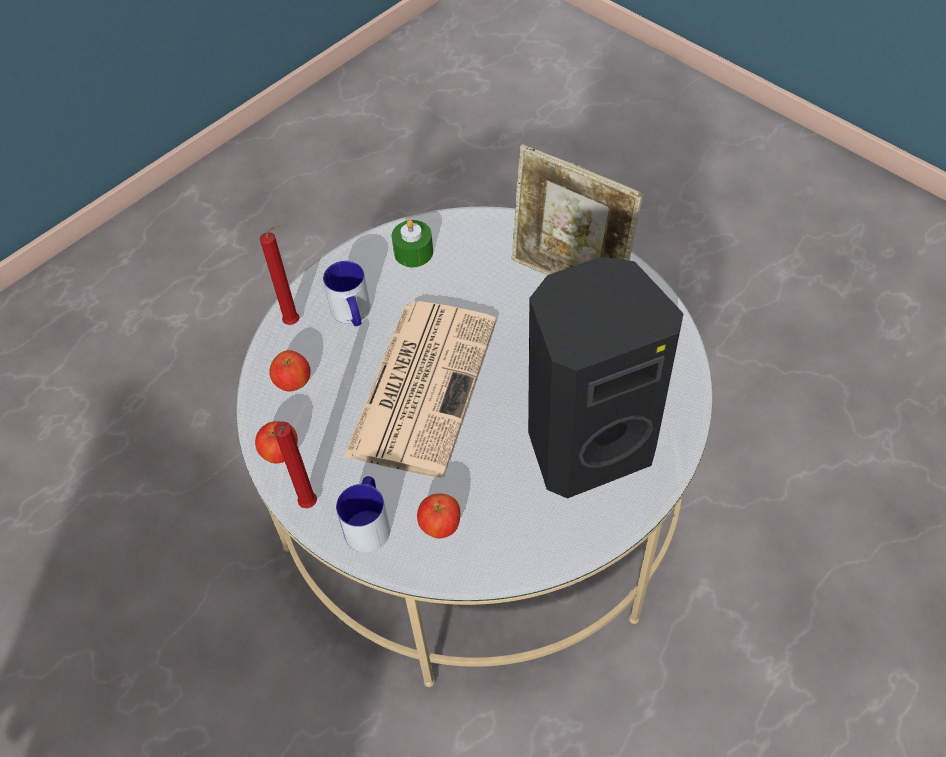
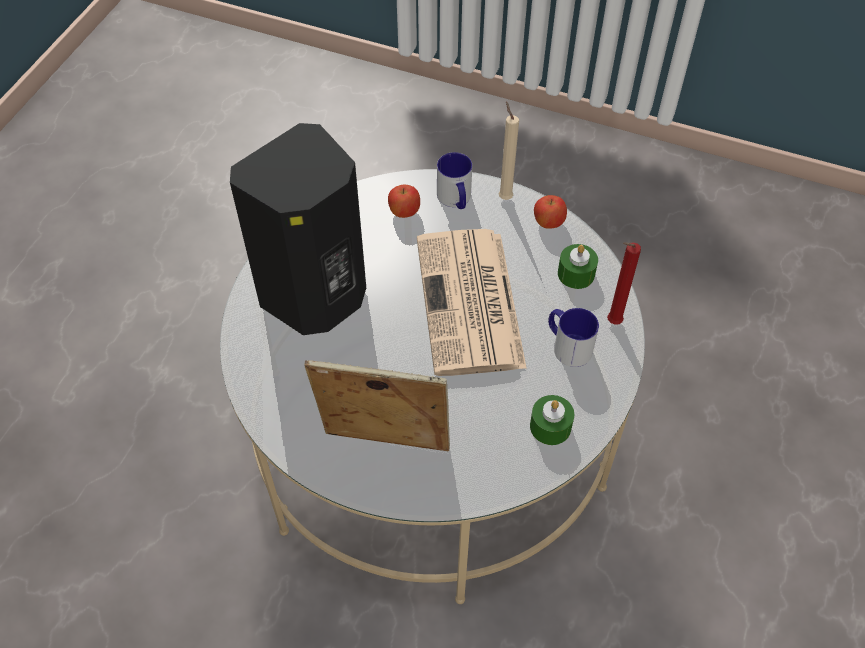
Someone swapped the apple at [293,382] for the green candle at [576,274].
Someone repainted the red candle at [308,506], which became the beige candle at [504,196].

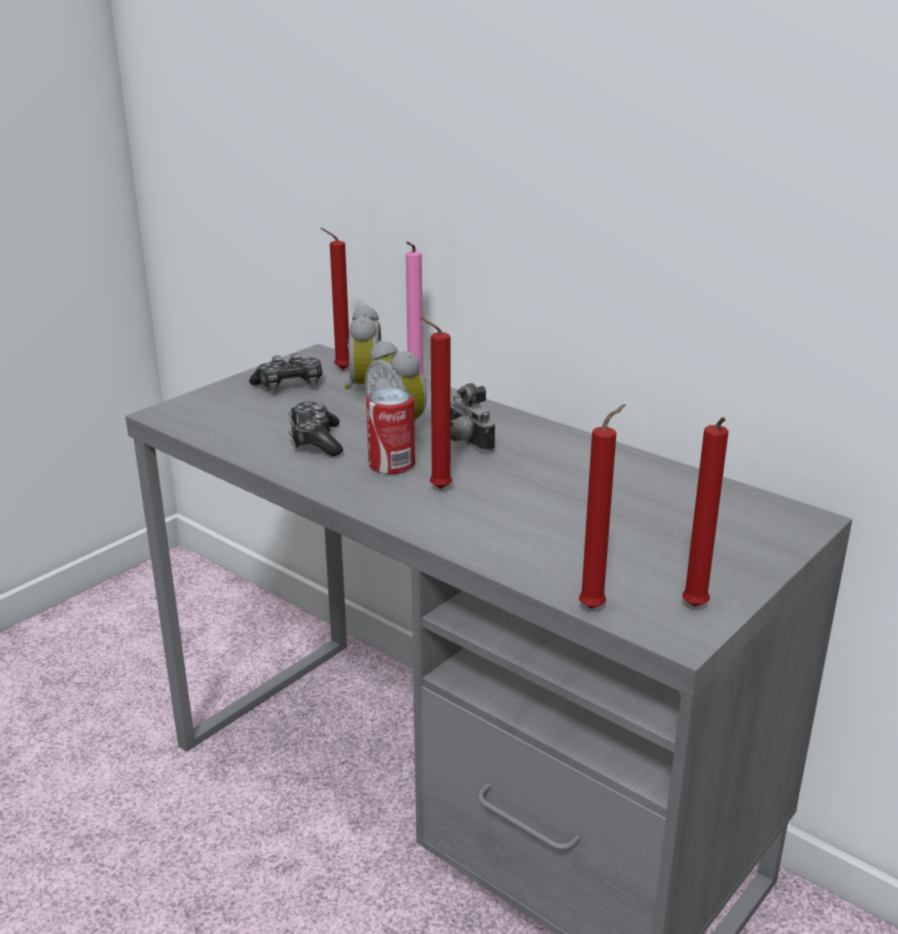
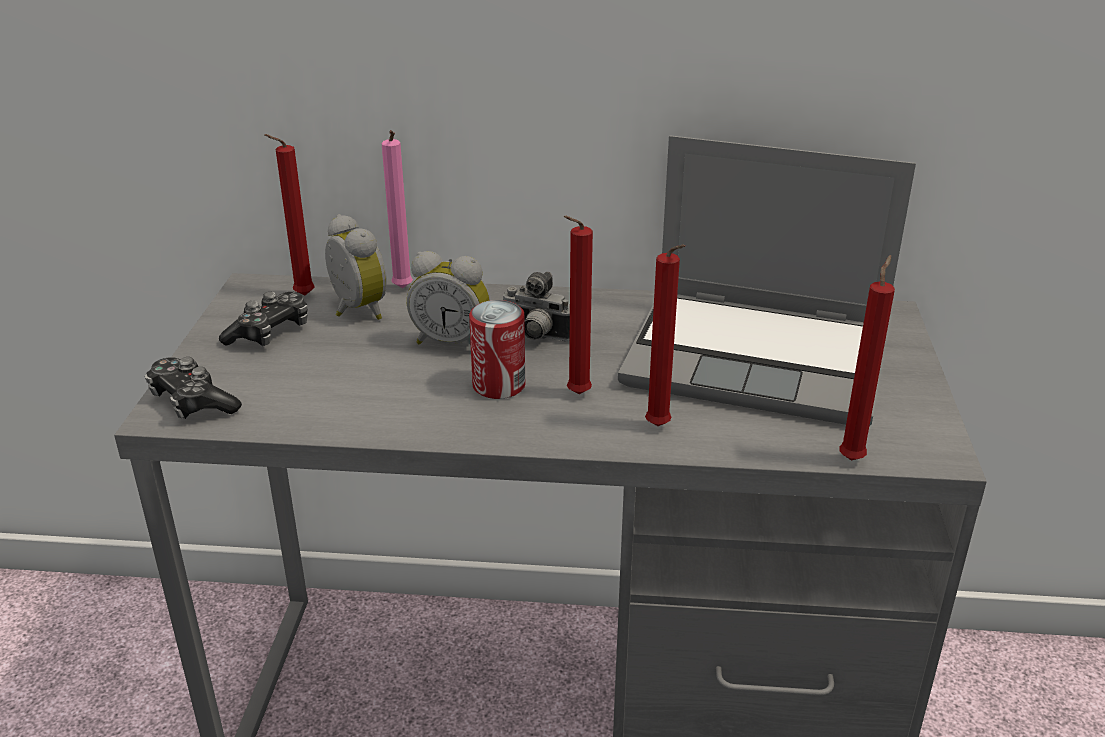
Someone carried the game controller from [315,441] to [192,402].
Someone carried the red candle from [695,609] to [660,428].
Someone put down the laptop at [760,359].

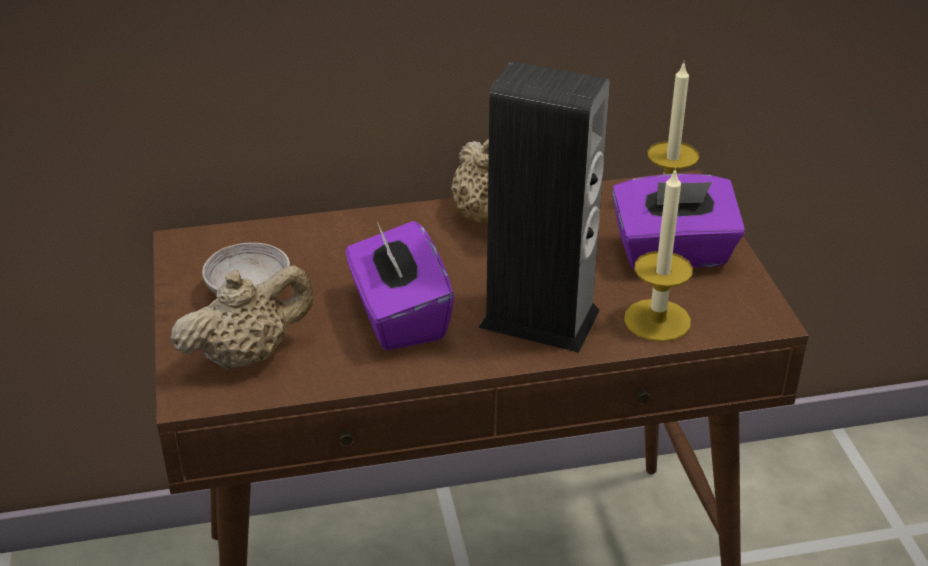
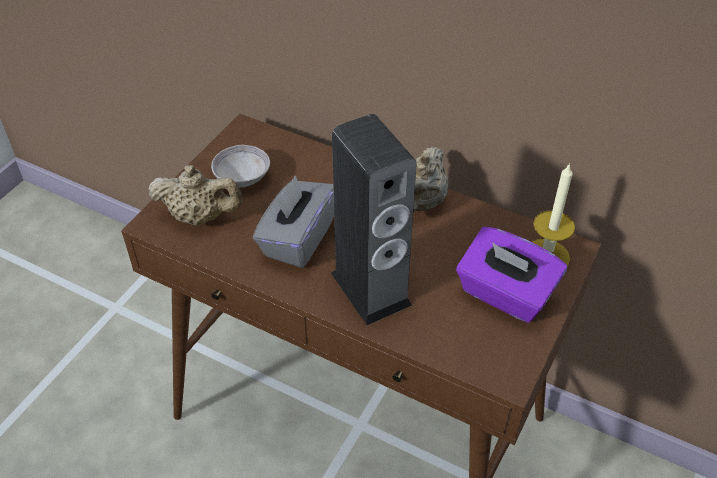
Someone repainted the purple tissue box at [398,316], which became the grey tissue box at [297,239].
Someone took away the candle at [657,320].

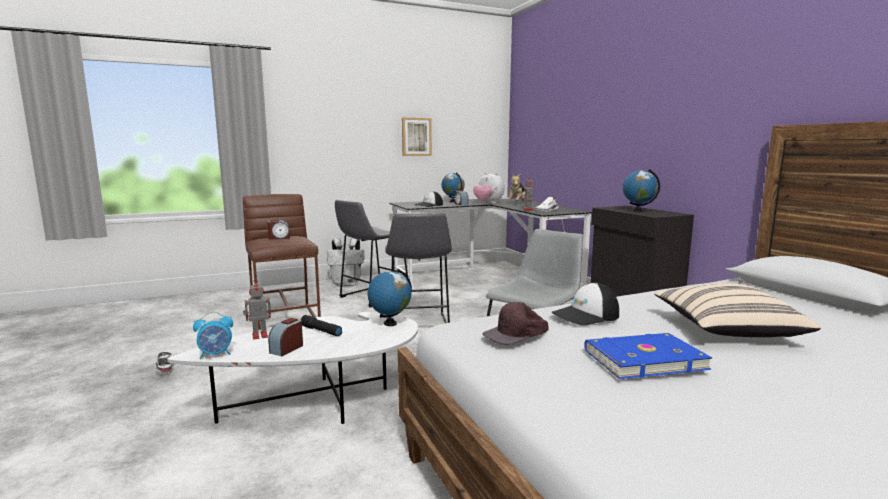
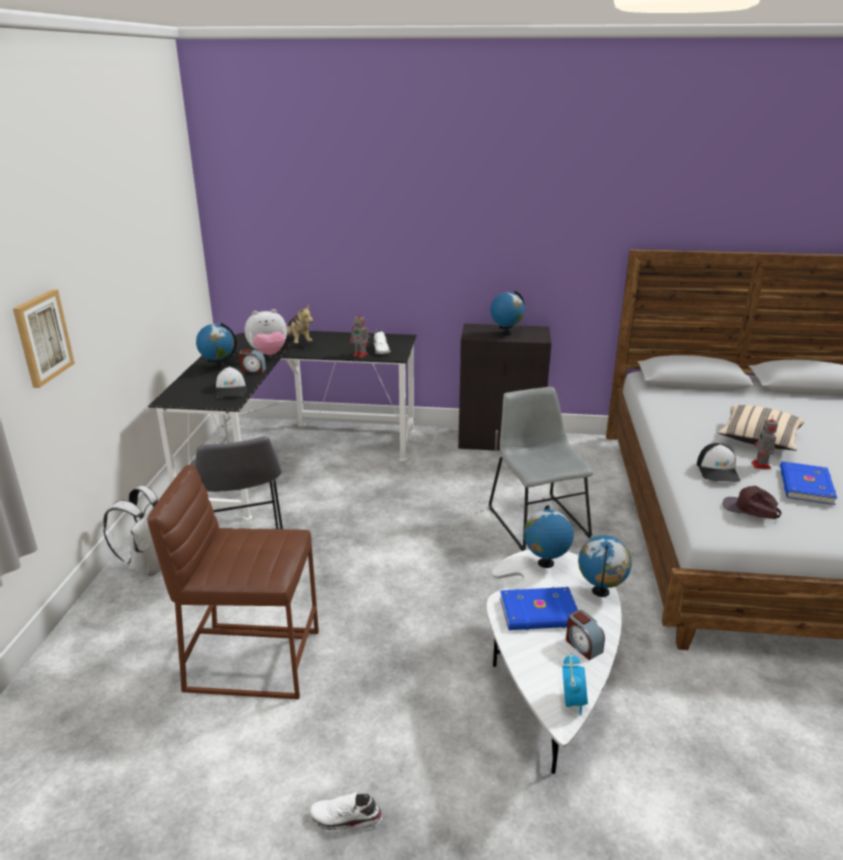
Someone carried the toy robot from [259,335] to [761,466].
Someone took away the alarm clock at [279,238].
Someone swapped the black flashlight at [320,331] for the blue book at [540,613].
Someone took away the grey stool at [418,326].
Someone carried the picture from [416,137] to [42,337].
Someone rotated the brown cap at [516,334] by 120 degrees clockwise.
Someone put down the globe at [600,592].

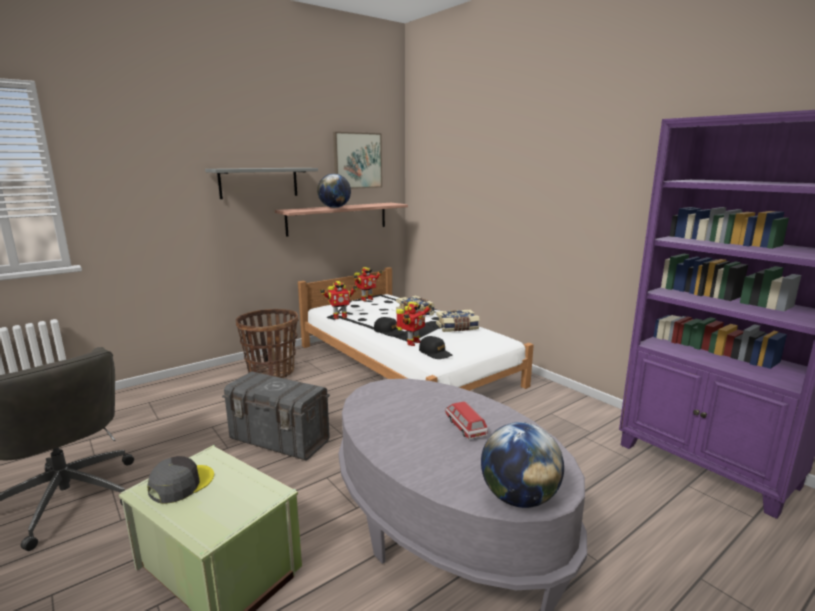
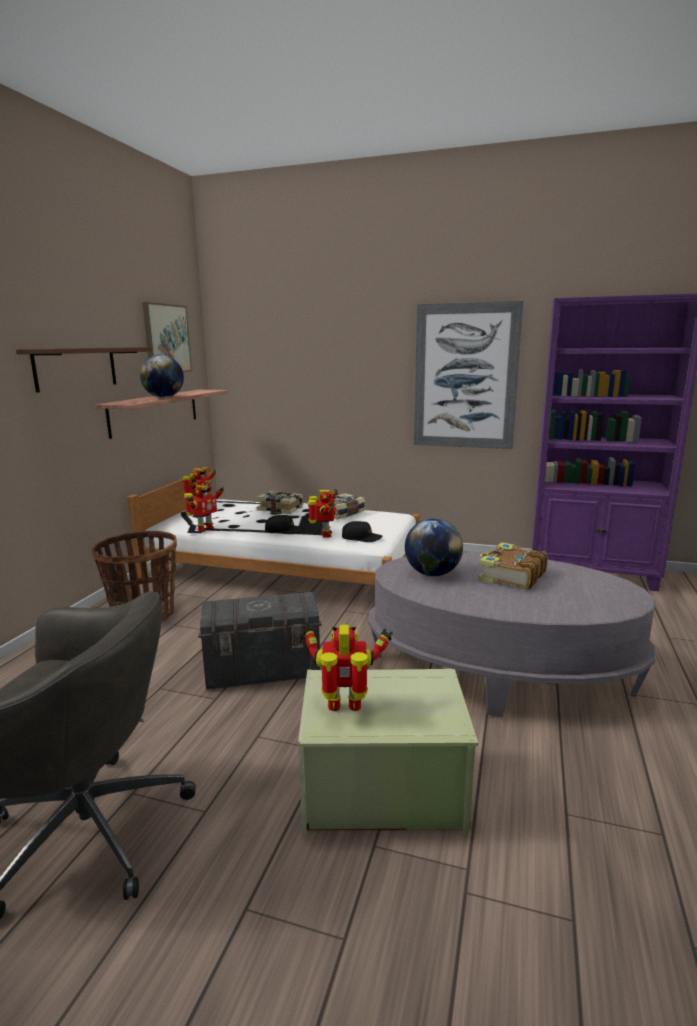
Someone swapped the grey cap at [181,484] for the toy robot at [345,708].
Someone repainted the grey shelf at [259,182], which became the brown shelf at [76,368].
Someone swapped the toy car at [465,427] for the book at [511,576].
Someone carried the globe from [519,498] to [432,574].
Someone put up the picture at [465,377].

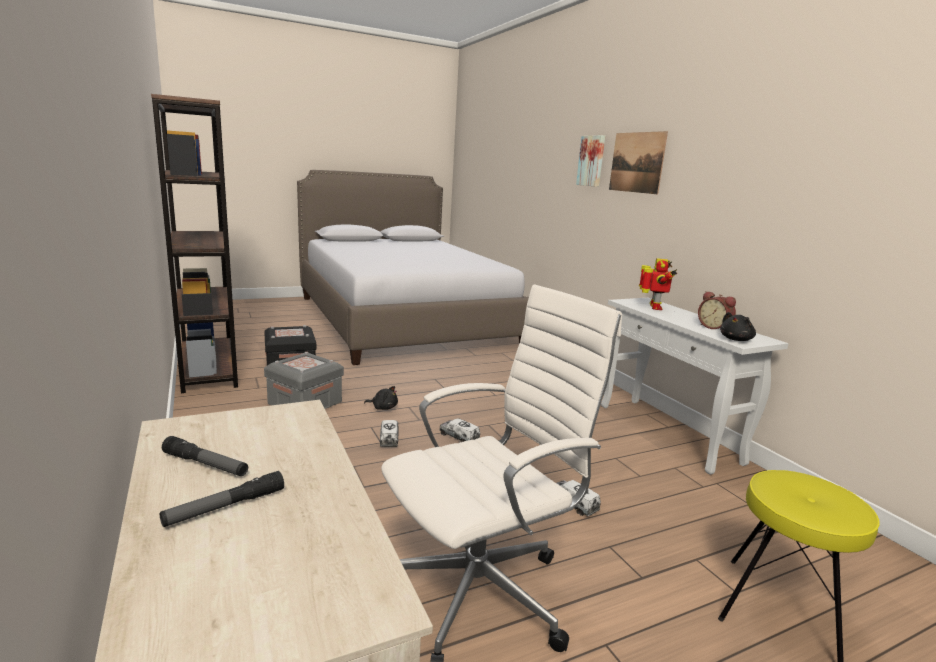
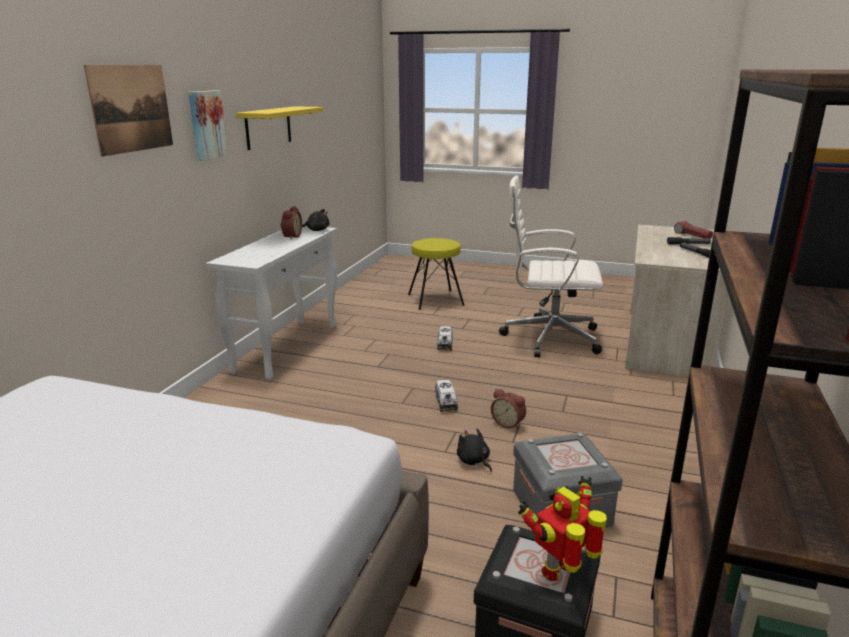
Someone swapped the toy truck at [389,438] for the alarm clock at [508,423].
Someone carried the picture from [592,161] to [206,125].
Someone carried the toy robot from [654,307] to [561,571].
Someone put up the yellow shelf at [268,127].
Someone put down the flashlight at [692,236].

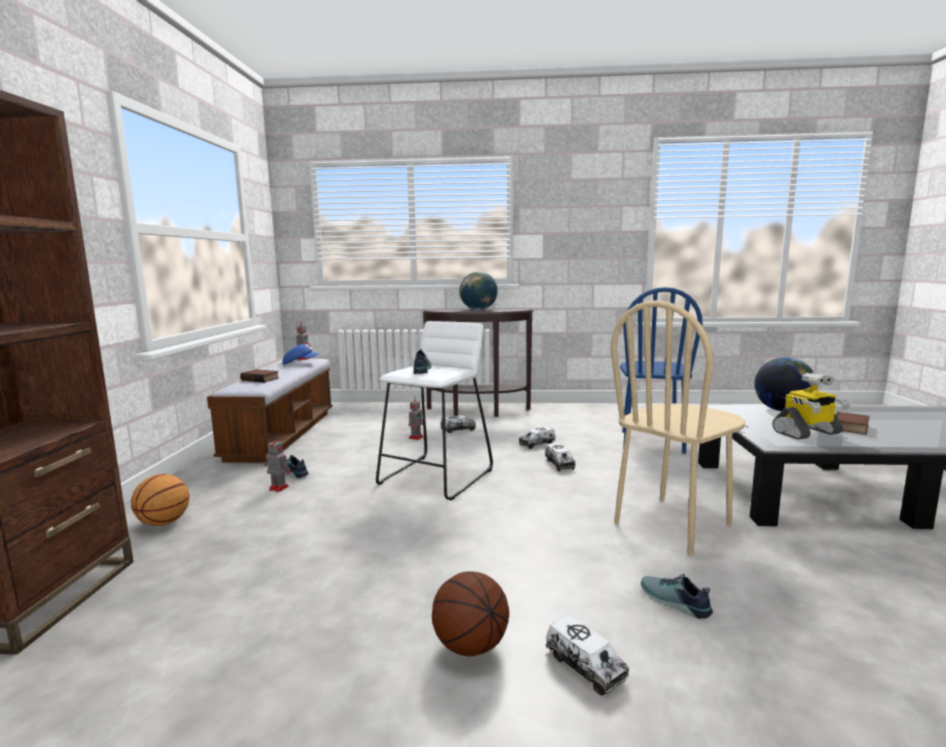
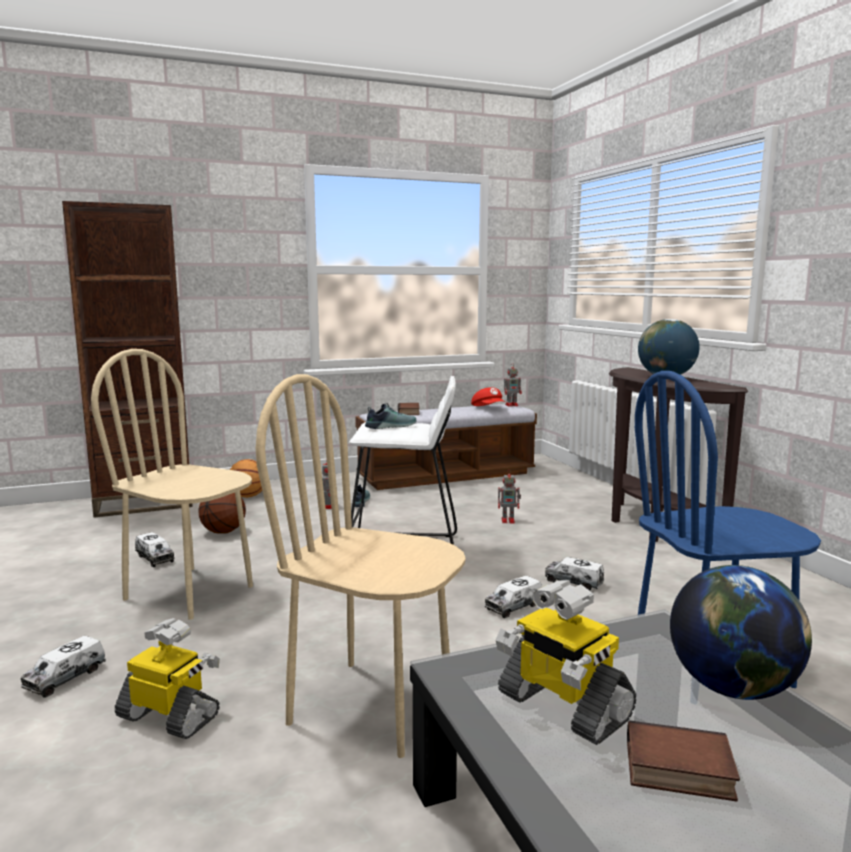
Someone repainted the blue cap at [301,363], which became the red cap at [488,408].
Someone carried the basketball from [470,645] to [223,531].
Someone carried the toy truck from [458,430] to [155,558].
Someone swapped the shoe at [673,602] for the toy robot at [170,716].
Someone put down the beige chair at [190,592].

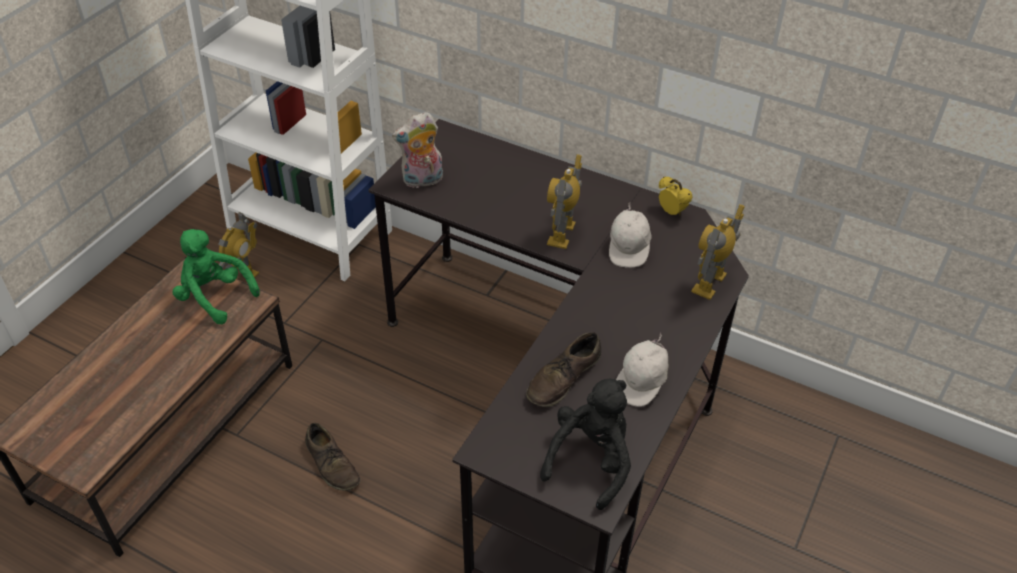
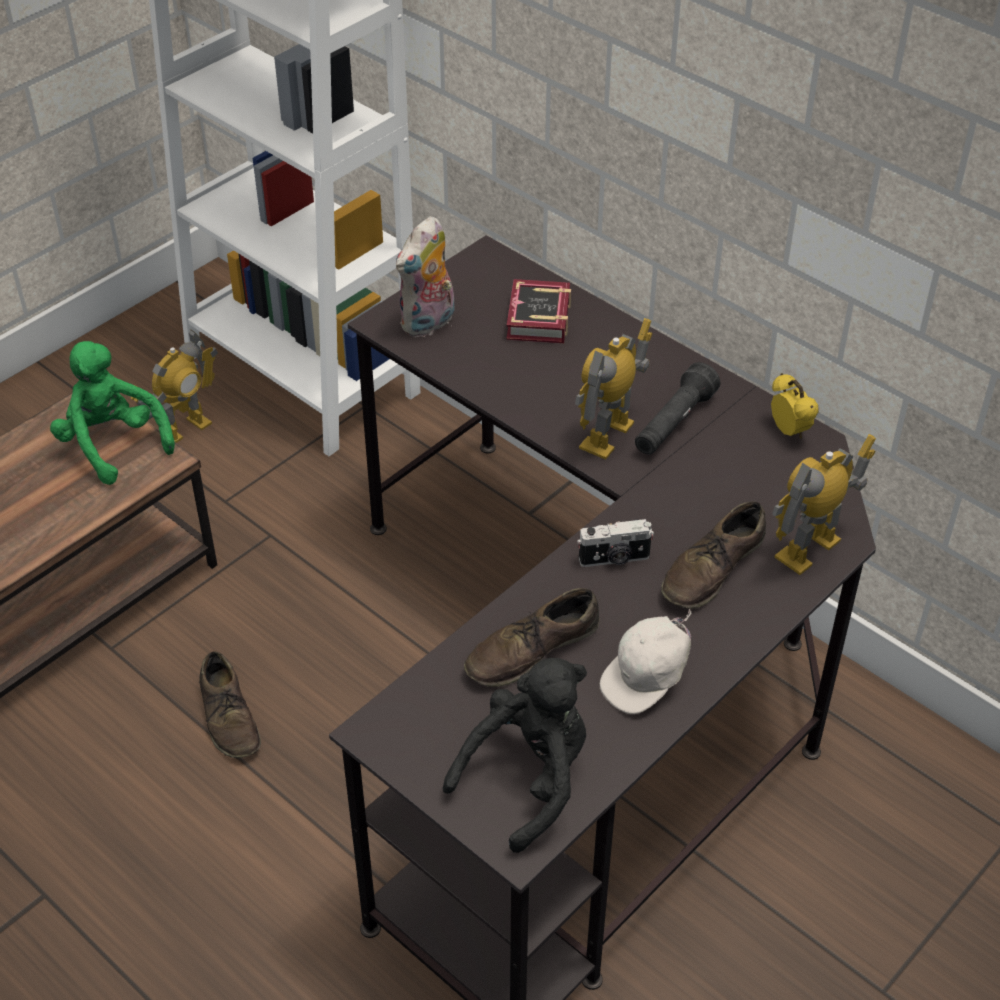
Someone rotated the plush toy at [422,181] by 45 degrees counterclockwise.
Someone took away the white cap at [629,248].
Someone put down the book at [536,321].
Someone put down the photo camera at [614,559].
Someone put down the black flashlight at [673,424].
Someone put down the brown shoe at [712,569].

